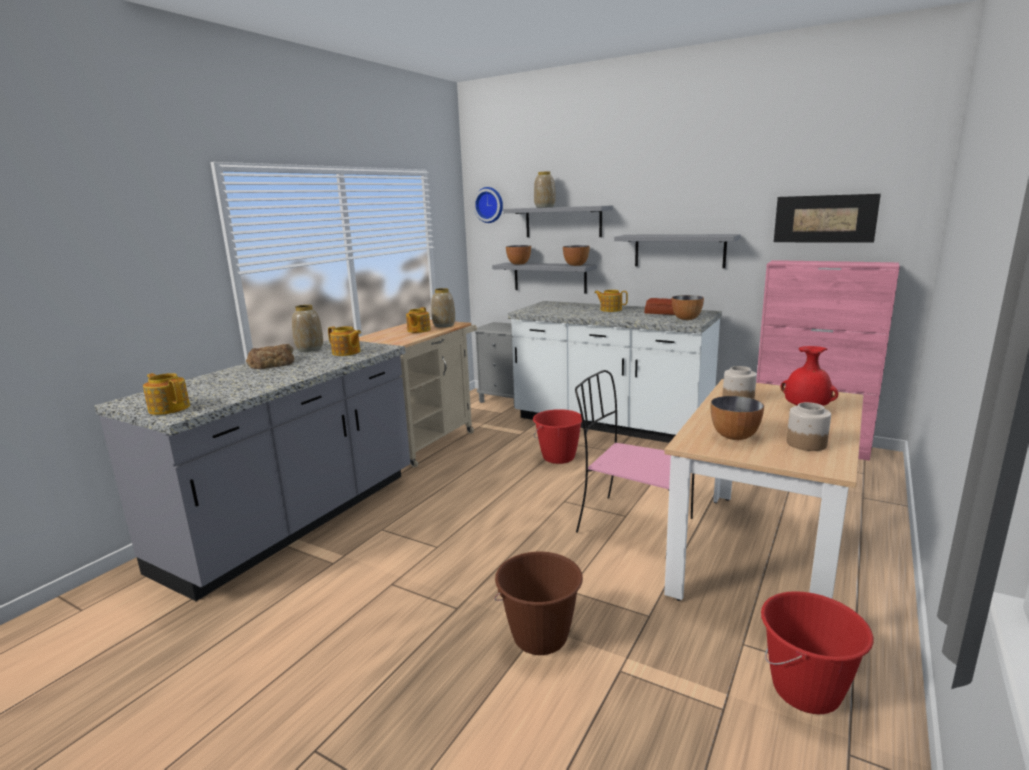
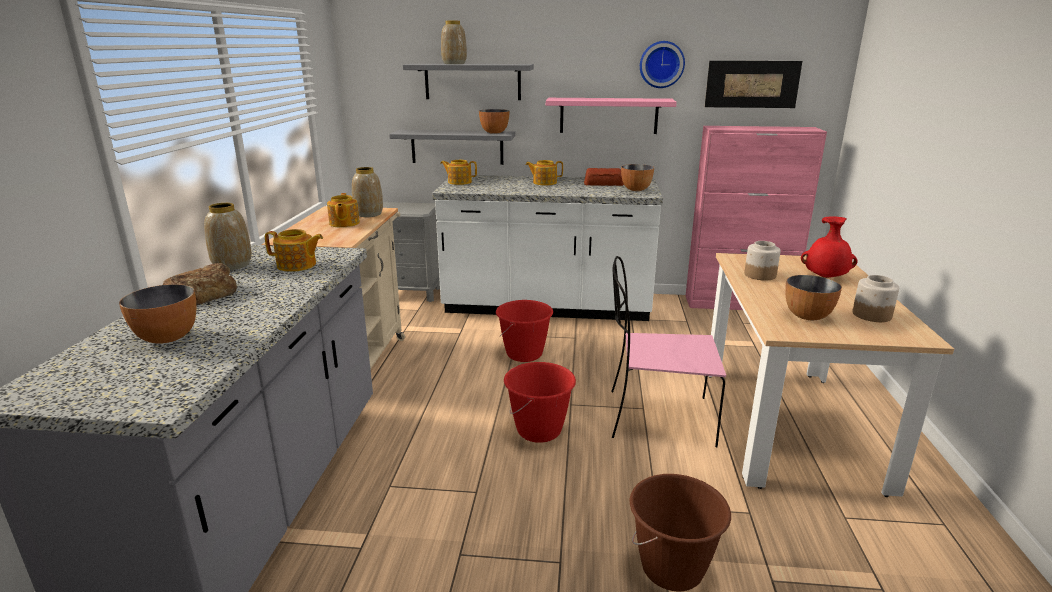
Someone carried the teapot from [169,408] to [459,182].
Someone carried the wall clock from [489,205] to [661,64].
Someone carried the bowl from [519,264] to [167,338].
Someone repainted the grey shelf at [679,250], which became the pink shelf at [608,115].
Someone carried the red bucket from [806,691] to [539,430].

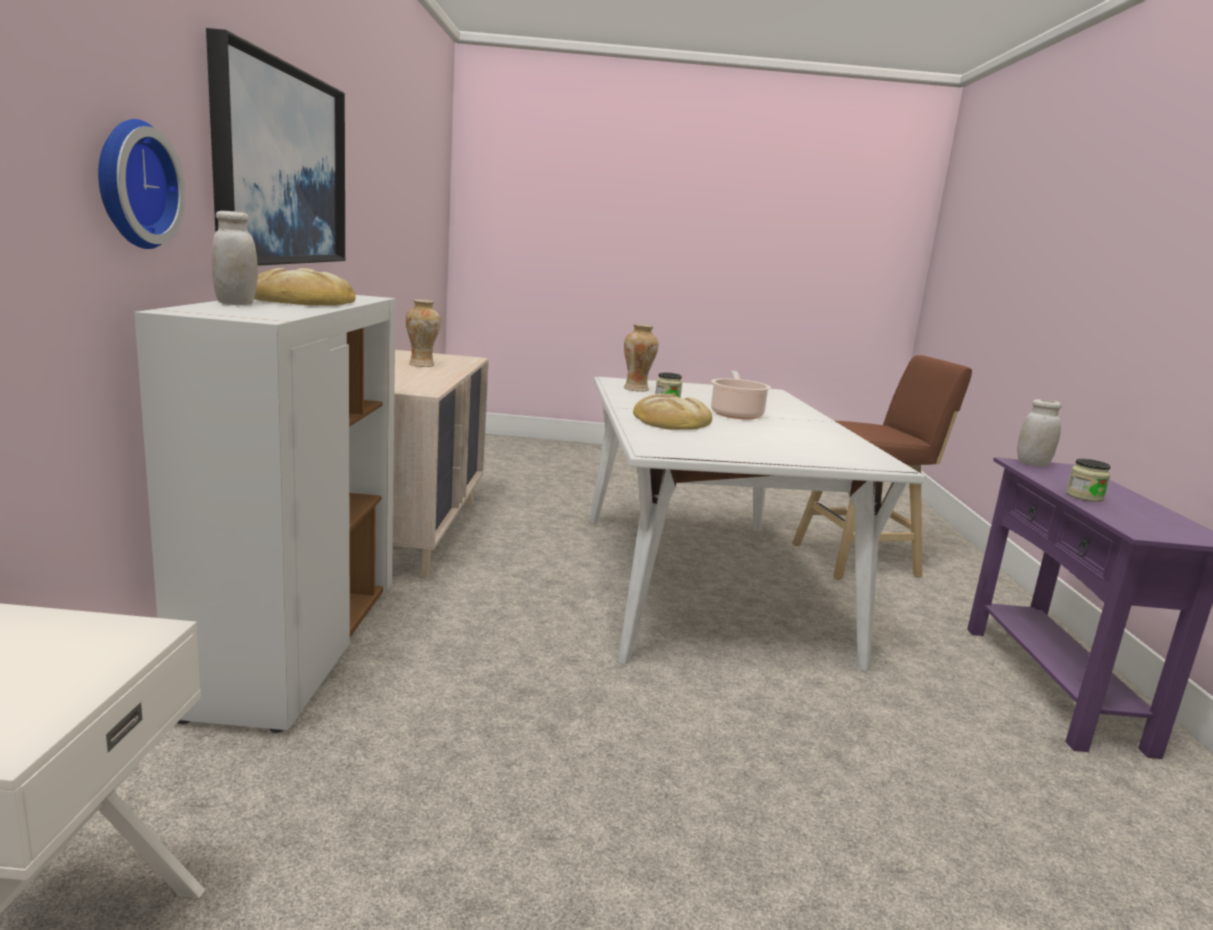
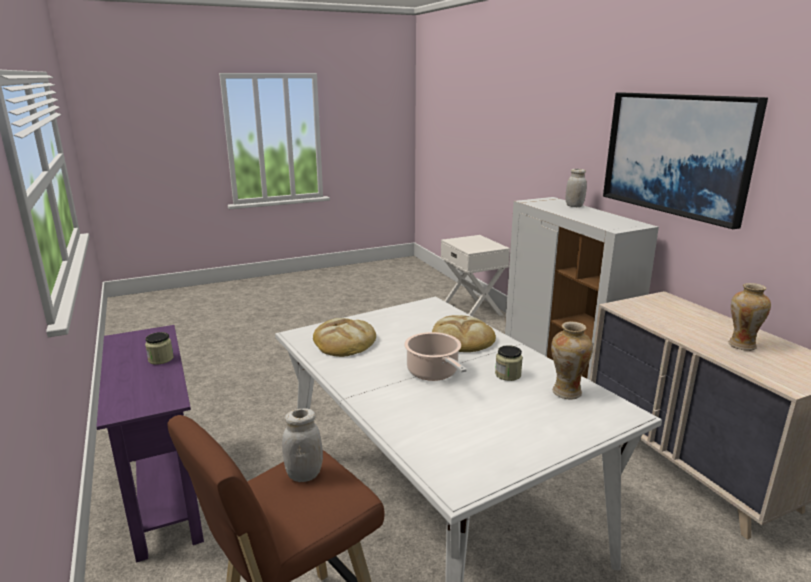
Someone took away the wall clock at [131,184].
Someone carried the bread from [303,300] to [344,341].
Someone carried the white jar from [1032,464] to [304,474].

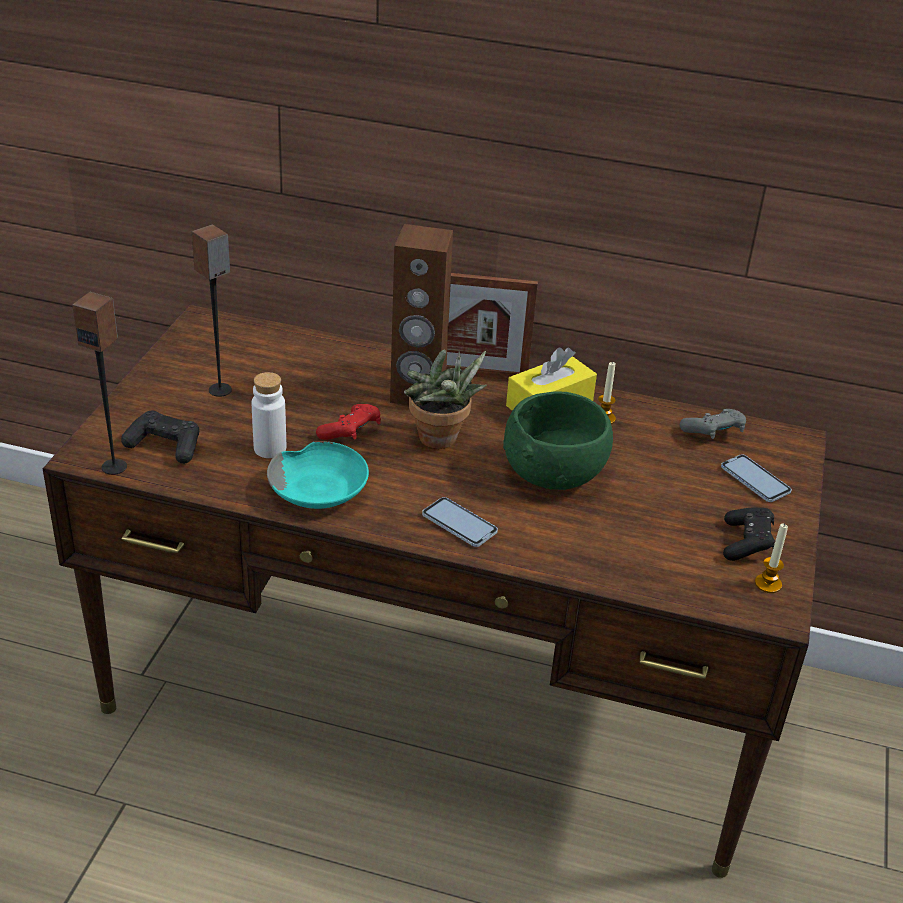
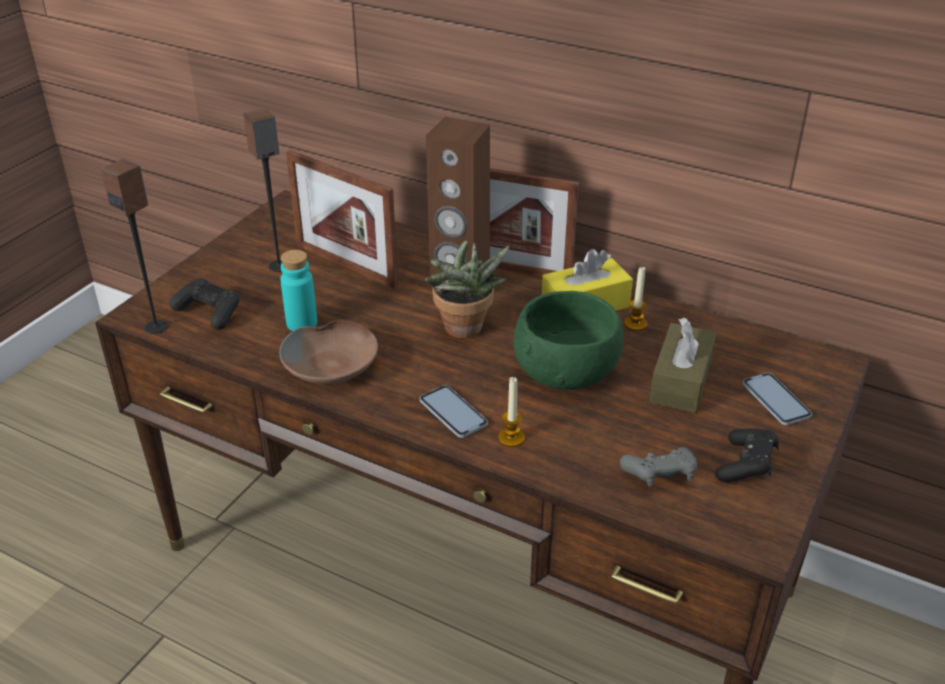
Someone repainted the white bottle at [270,448], which became the turquoise bottle at [302,323].
Someone repainted the turquoise bowl at [320,489], which became the brown bowl at [333,366].
Someone took away the red game controller at [351,433].
Someone carried the grey game controller from [713,433] to [660,477].
Someone carried the candle from [768,584] to [511,438].
Someone put down the picture frame at [346,265].
Someone put down the brown tissue box at [681,381].

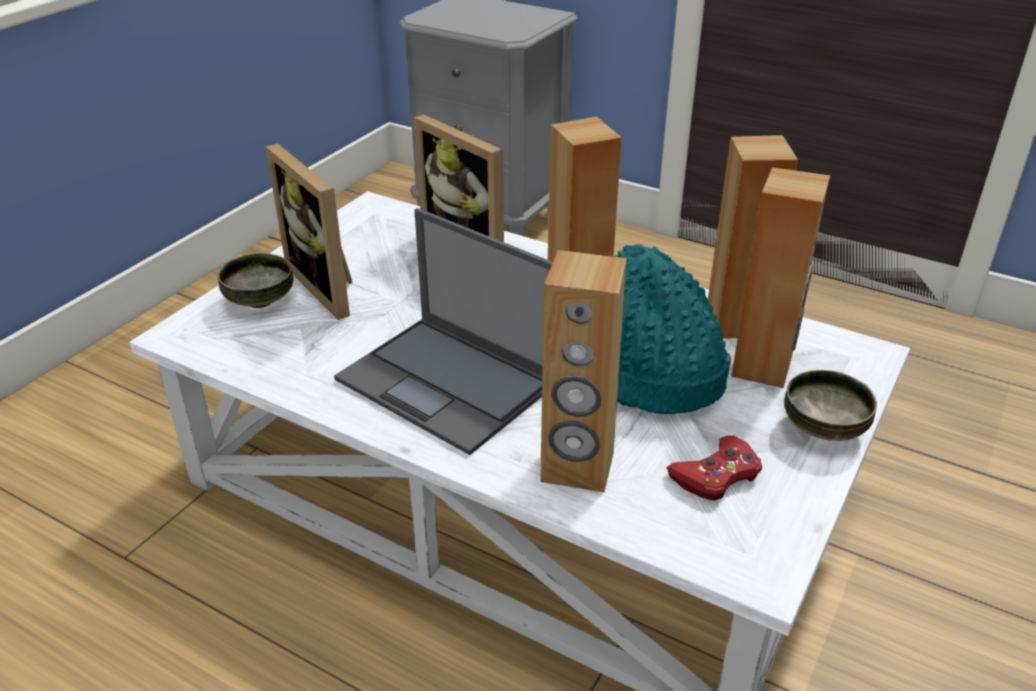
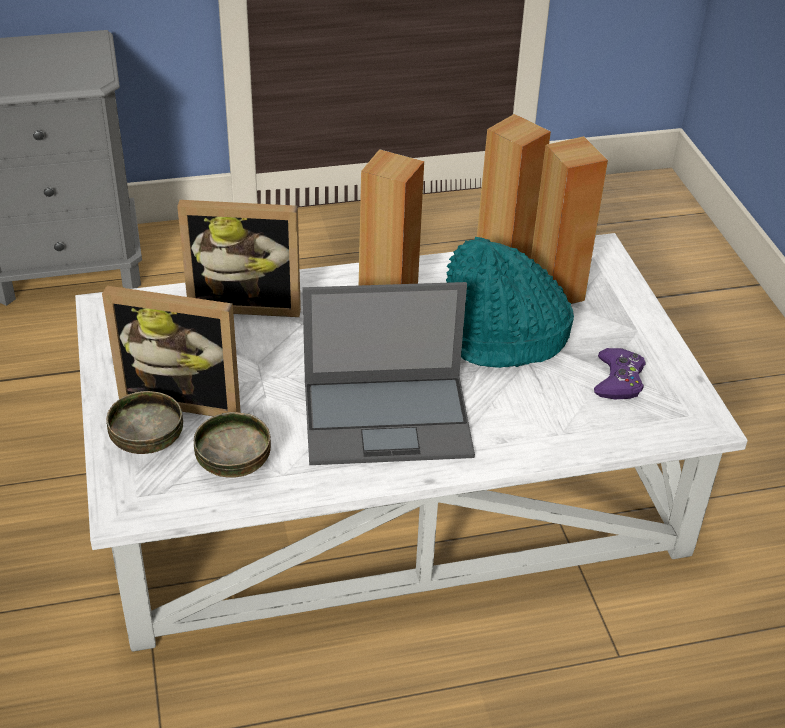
Someone took away the brown speaker at [577,468].
Someone repainted the red game controller at [716,475], which became the purple game controller at [618,380].
Someone carried the bowl from [824,428] to [234,463].

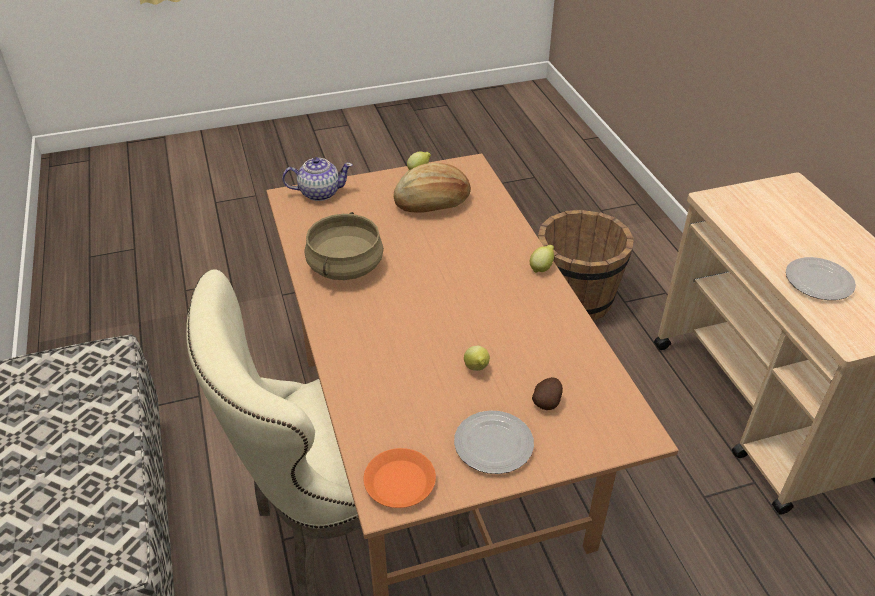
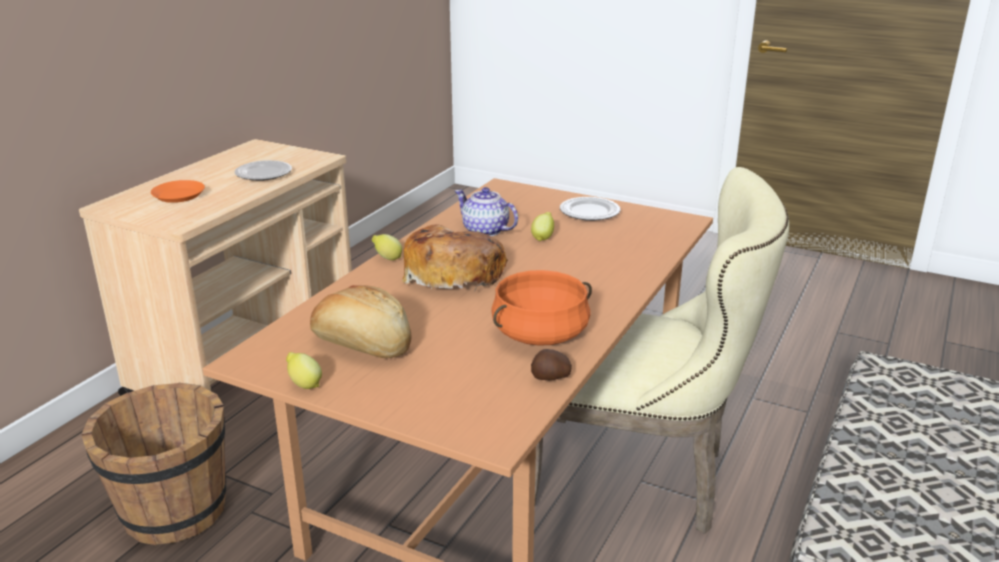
Someone carried the teapot from [319,193] to [485,231].
Someone repainted the beige cooking pot at [345,266], which became the orange cooking pot at [540,335].
Someone carried the orange plate from [400,482] to [178,195].
Someone carried the potato from [547,401] to [550,378].
Someone put down the bread at [452,274].

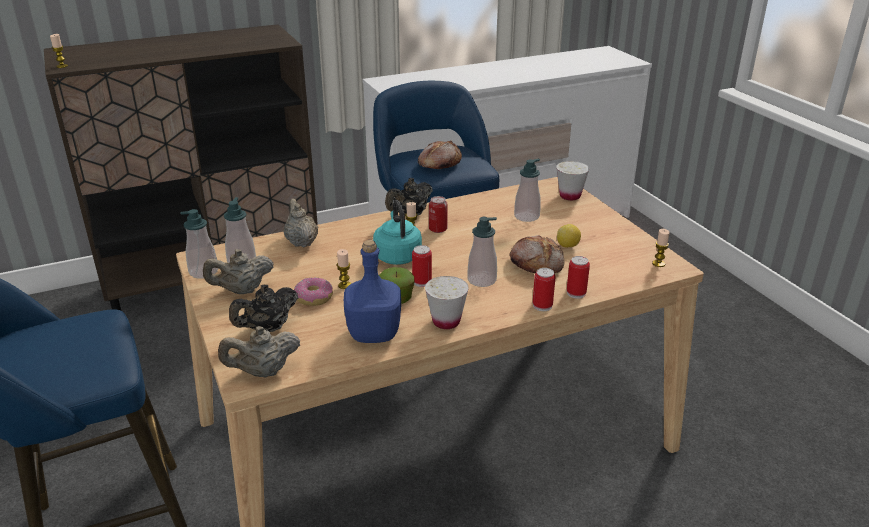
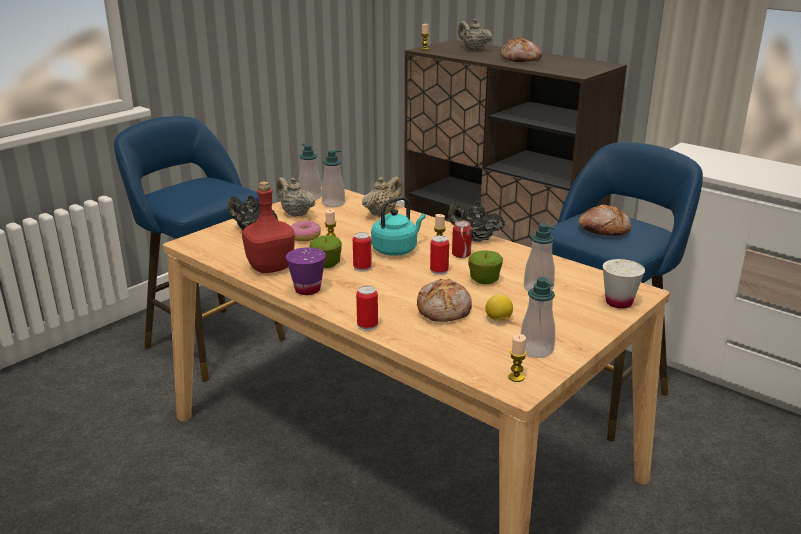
Someone carried the beige teapot from [263,372] to [473,49].
Someone repainted the blue bottle at [373,333], which became the red bottle at [271,267].
Someone repainted the white cup at [446,322], which became the purple cup at [307,289].
Someone carried the soap dispenser from [482,280] to [536,350].
Someone carried the can from [576,293] to [439,271].
Someone put down the apple at [484,280].
Someone put down the bread at [520,59].

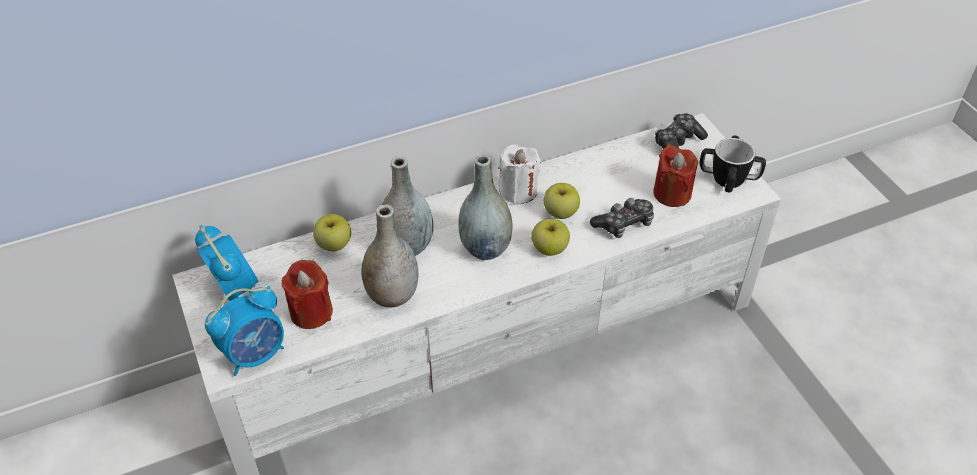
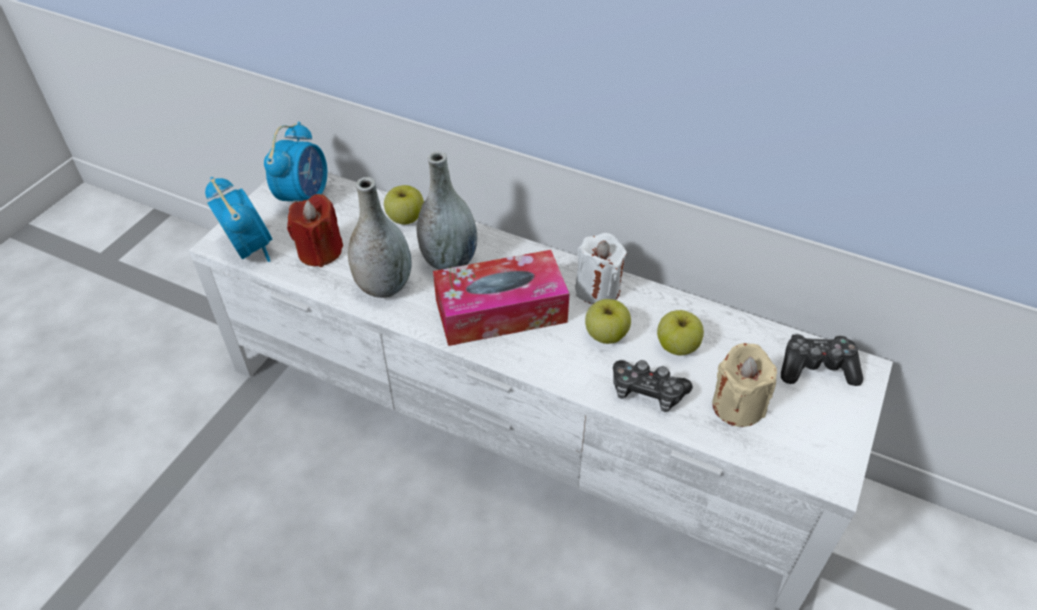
Someone rotated the alarm clock at [255,354] by 135 degrees counterclockwise.
Someone swapped the grey vase at [485,249] for the tissue box at [500,311].
Someone carried the apple from [549,248] to [677,346].
Someone repainted the red candle at [672,193], which became the beige candle at [737,406].
Someone took away the mug at [728,179].

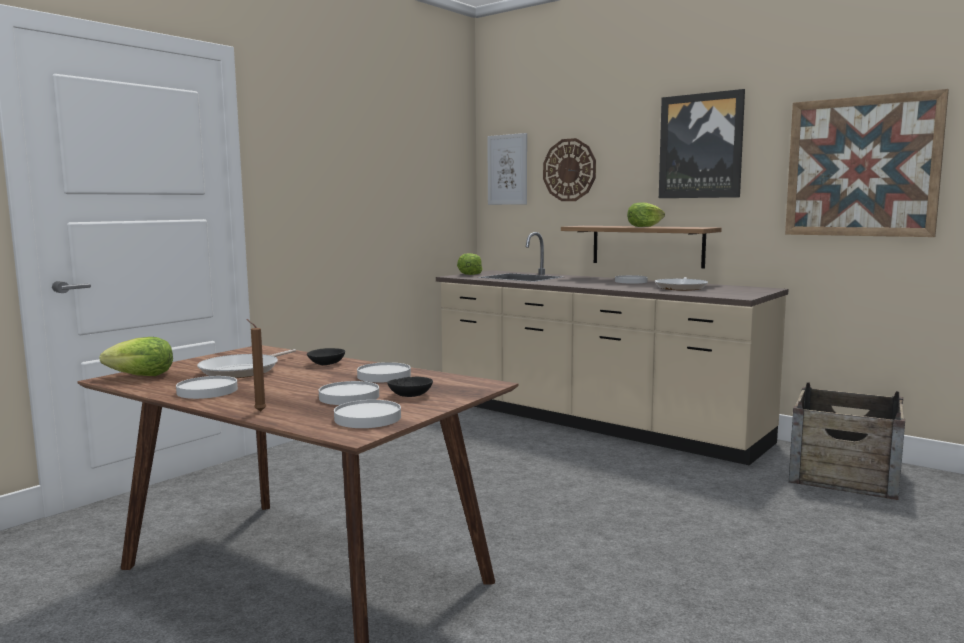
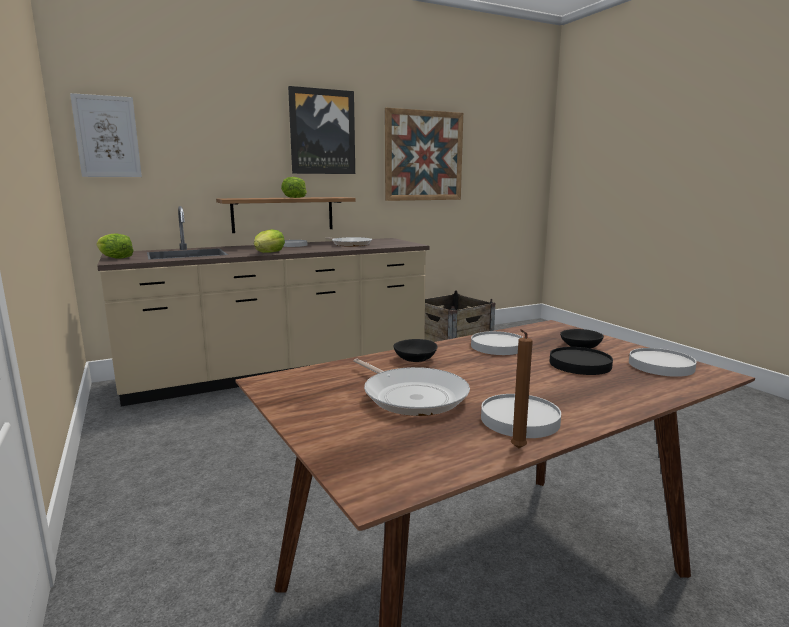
Someone carried the lettuce from [142,376] to [269,253].
Someone carried the brown candle from [258,411] to [517,449].
Someone repainted the white plate at [348,397], which became the black plate at [579,364].
Someone took away the wall clock at [569,170].

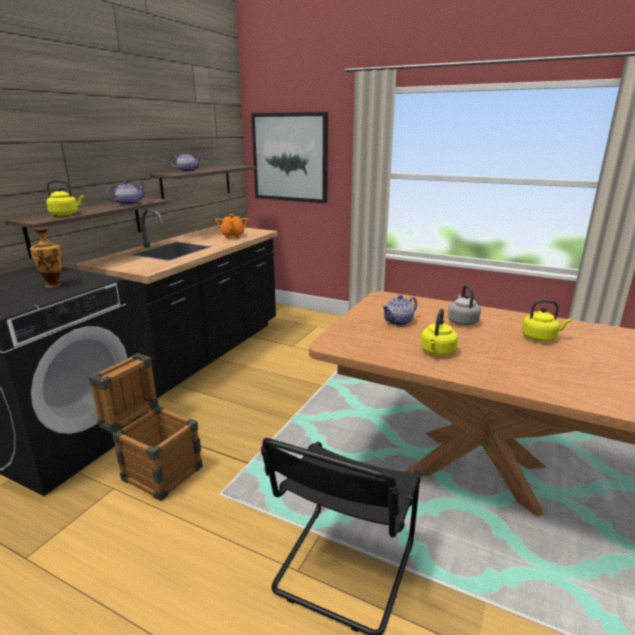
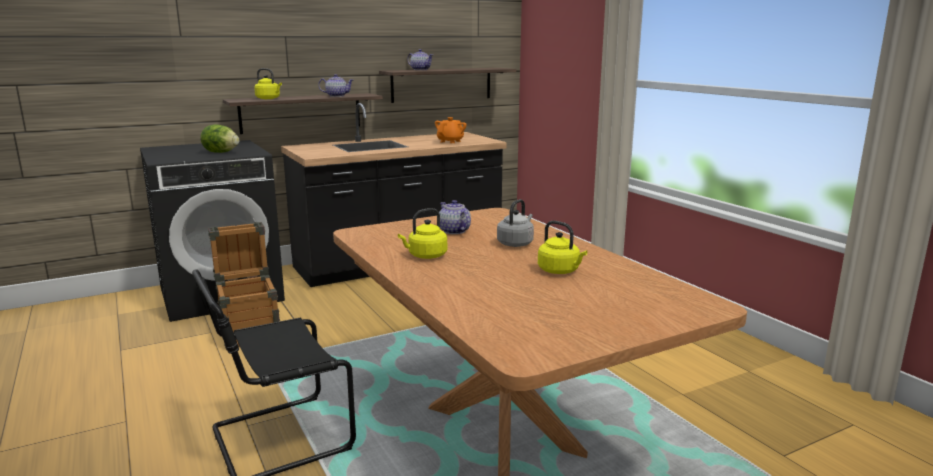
Someone swapped the vase at [54,285] for the lettuce at [221,152].
Someone took away the picture at [290,157].
Someone rotated the teapot at [399,321] by 60 degrees clockwise.

